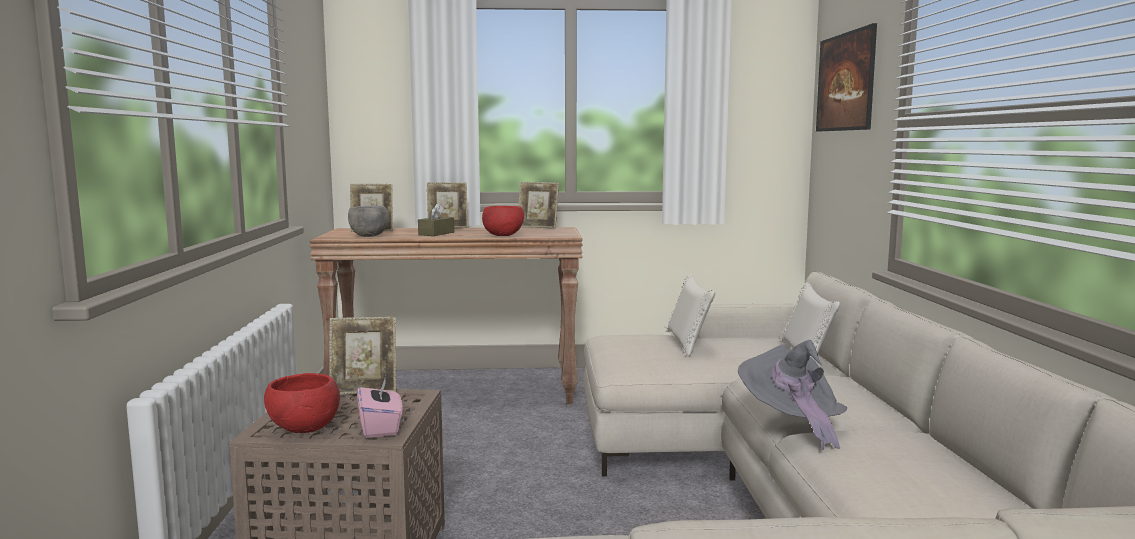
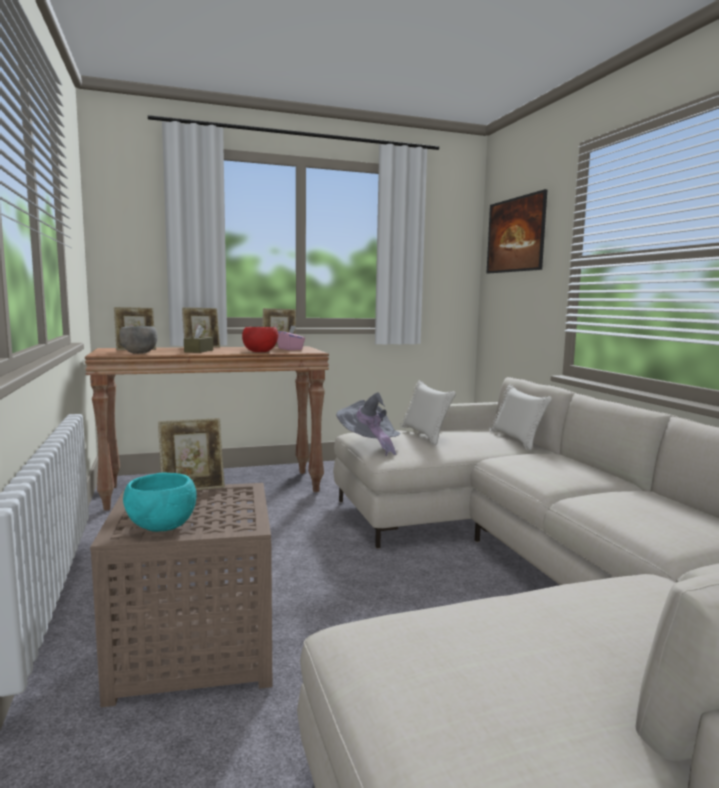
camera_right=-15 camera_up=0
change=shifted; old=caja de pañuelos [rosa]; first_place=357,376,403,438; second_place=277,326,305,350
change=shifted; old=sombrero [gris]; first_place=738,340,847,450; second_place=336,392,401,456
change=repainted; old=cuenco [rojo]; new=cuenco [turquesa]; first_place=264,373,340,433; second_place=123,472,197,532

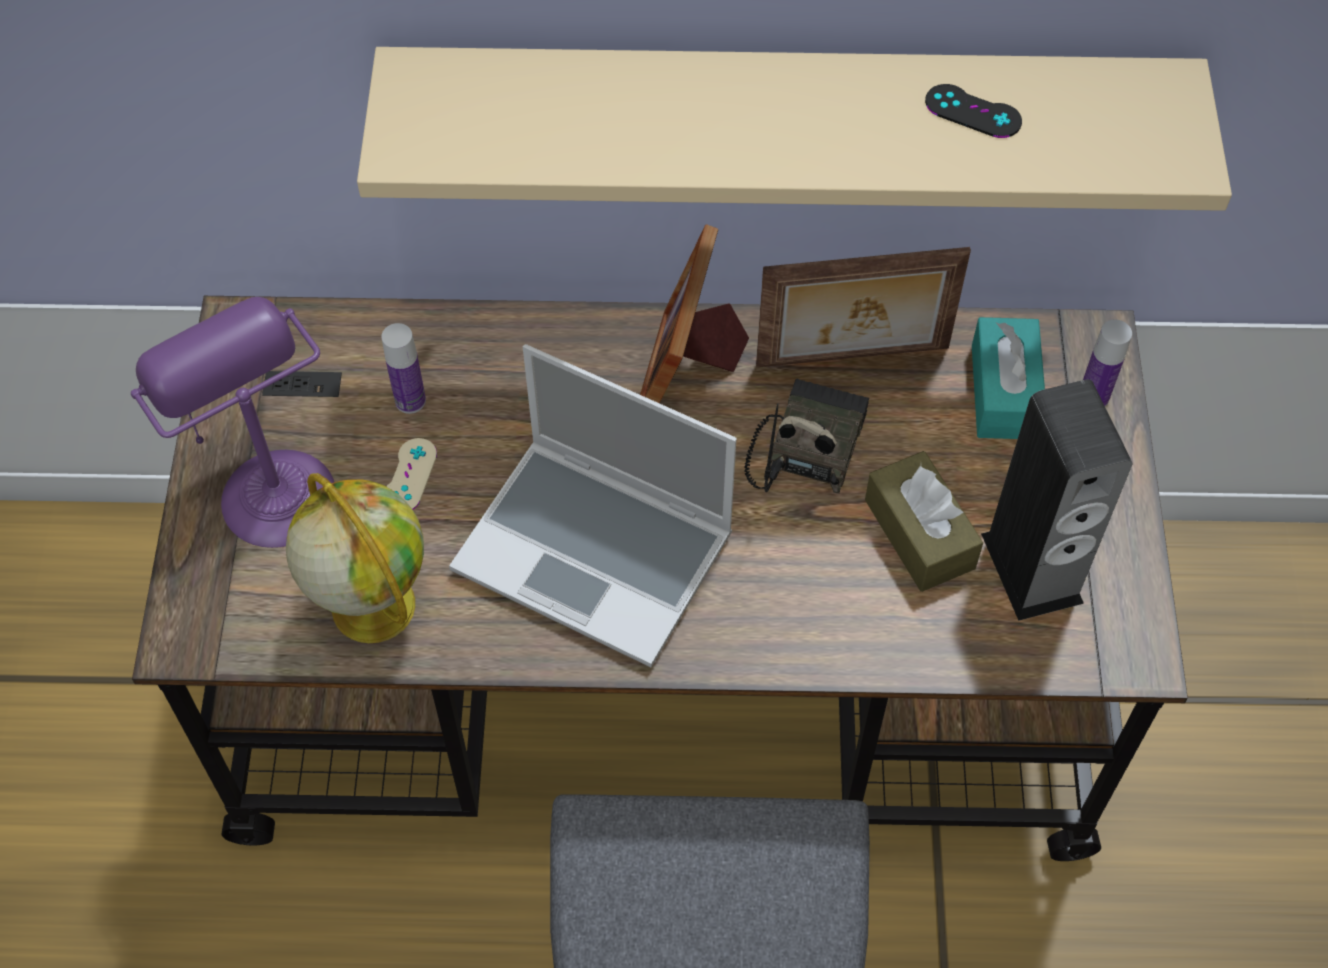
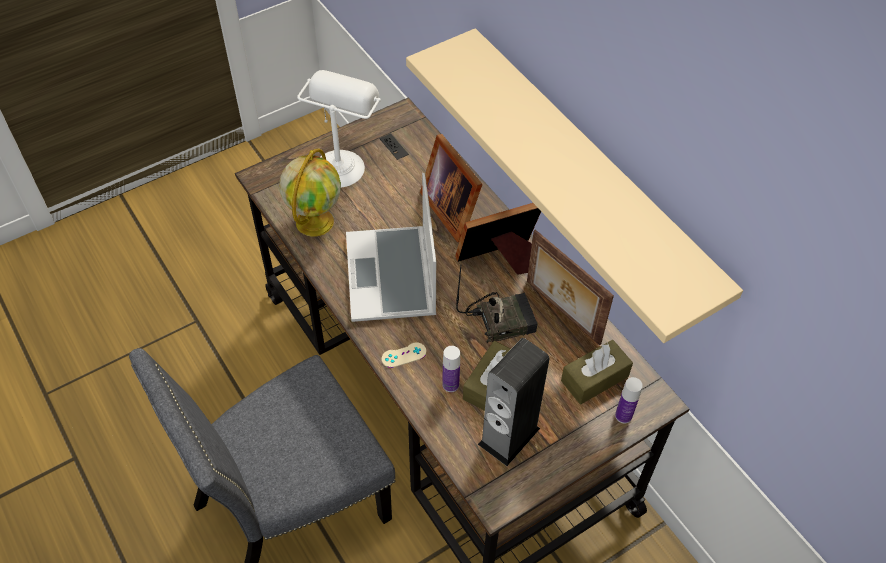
camera_right=55 camera_up=-5
change=gone; old=mando de consola [negro]; first_place=925,84,1022,138
change=new; new=portarretratos; second_place=420,134,483,243
change=shifted; old=botella; first_place=381,323,426,414; second_place=442,346,460,392
change=shifted; old=mando de consola [beis]; first_place=386,438,437,509; second_place=382,342,426,368
change=repainted; old=lámpara de mesa [morado]; new=lámpara de mesa [blanco]; first_place=131,297,334,548; second_place=297,70,381,187
change=repainted; old=caja de pañuelos [turquesa]; new=caja de pañuelos [marrón]; first_place=972,317,1045,439; second_place=561,340,633,404

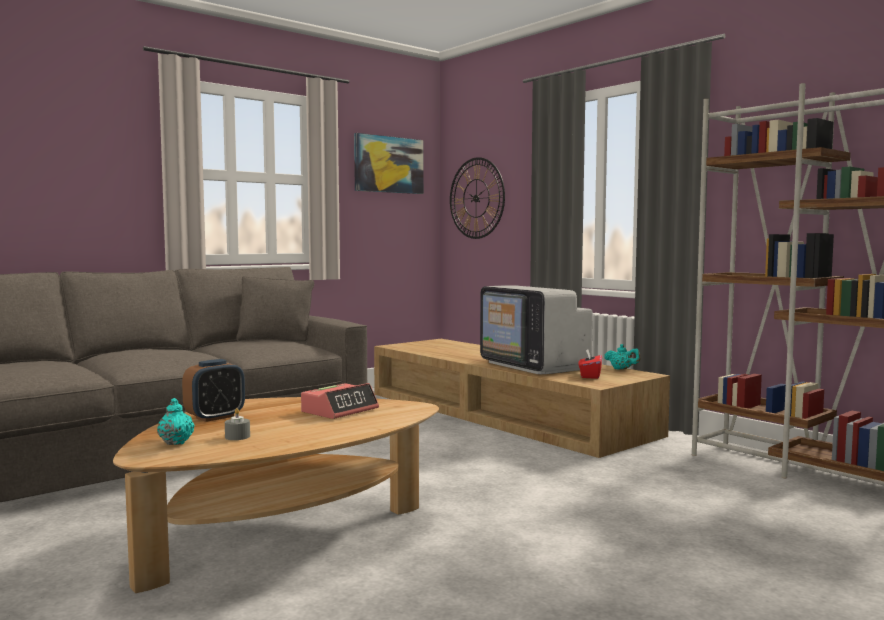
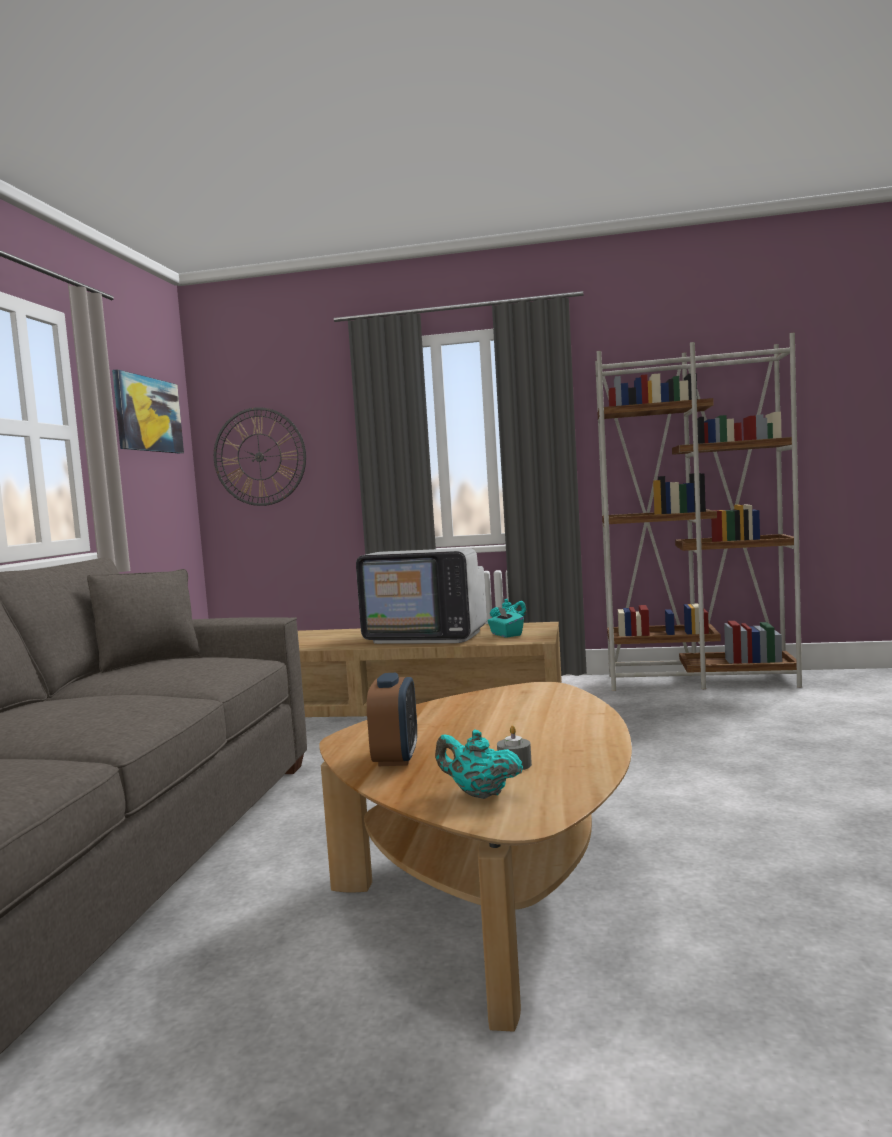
camera_right=-40 camera_up=0
change=gone; old=despertador; first_place=301,383,379,419
change=repainted; old=caja de pañuelos [rojo]; new=caja de pañuelos [turquesa]; first_place=579,349,602,379; second_place=487,607,524,638

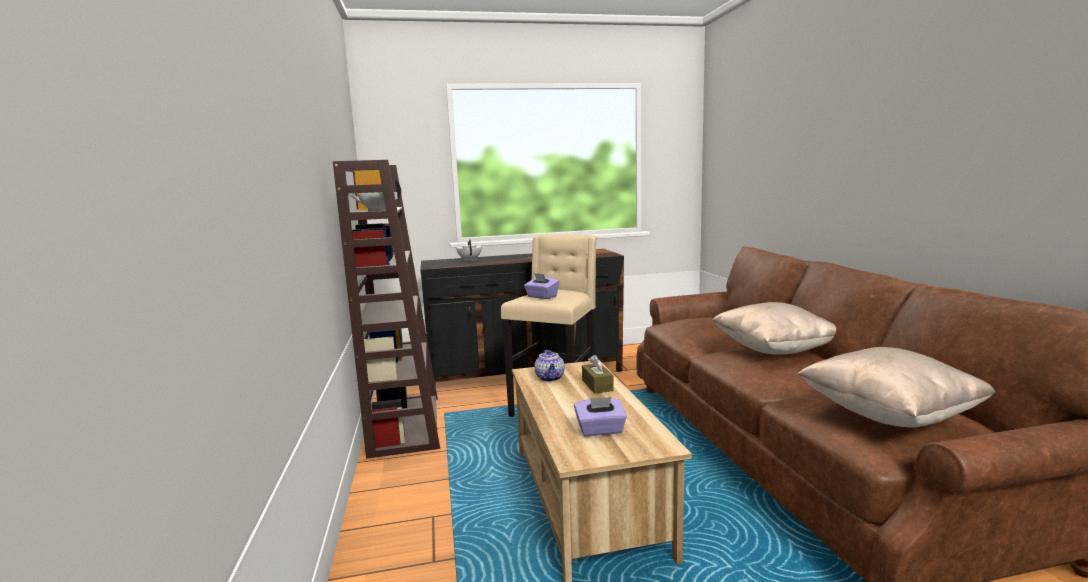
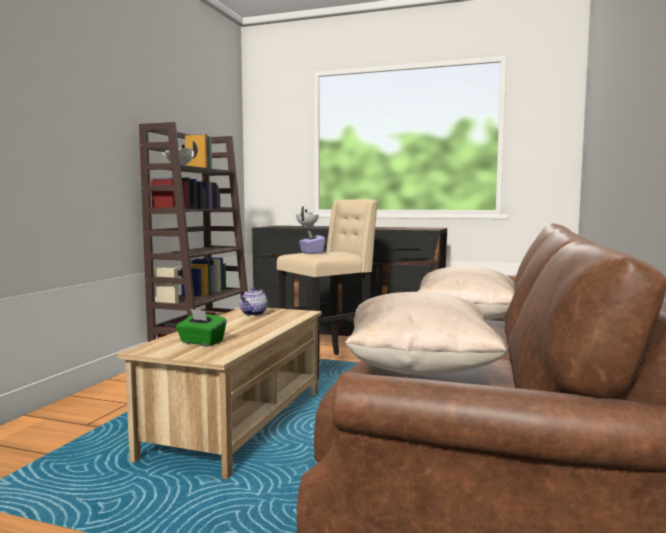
camera_right=30 camera_up=-5
change=gone; old=caja de pañuelos [marrón]; first_place=582,355,614,394
change=repainted; old=caja de pañuelos [morado]; new=caja de pañuelos [verde]; first_place=574,397,627,436; second_place=176,309,227,346

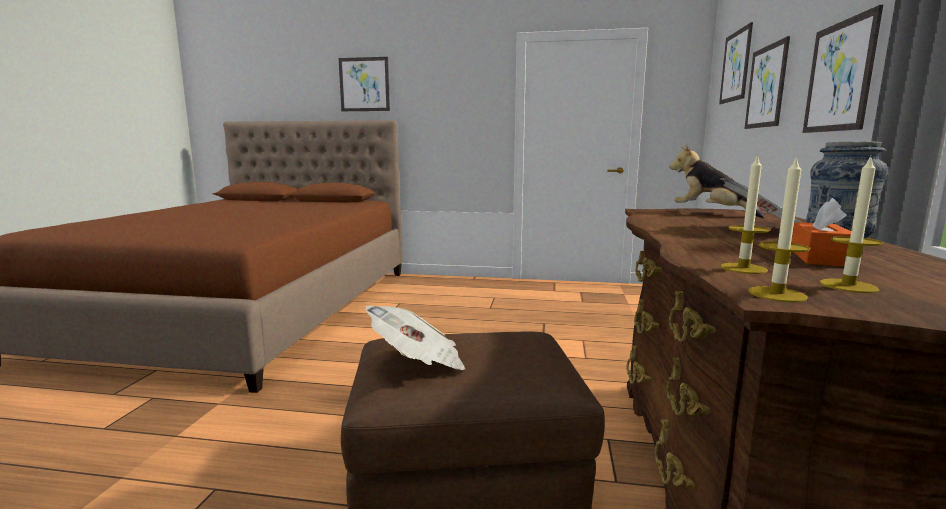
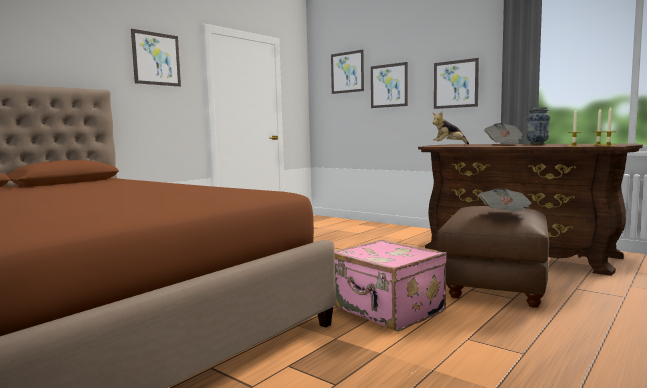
camera_right=-60 camera_up=-5
change=gone; old=caja de pañuelos [naranja]; first_place=792,198,851,267
change=new; new=maleta [rosa]; second_place=334,239,447,331
change=shifted; old=cuadro; first_place=338,57,390,111; second_place=131,29,181,86

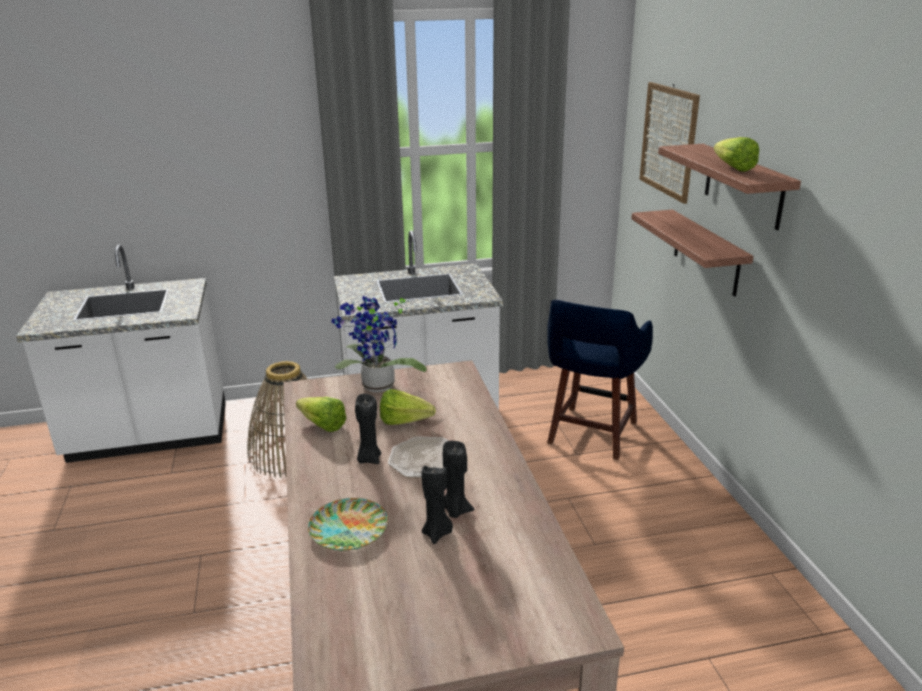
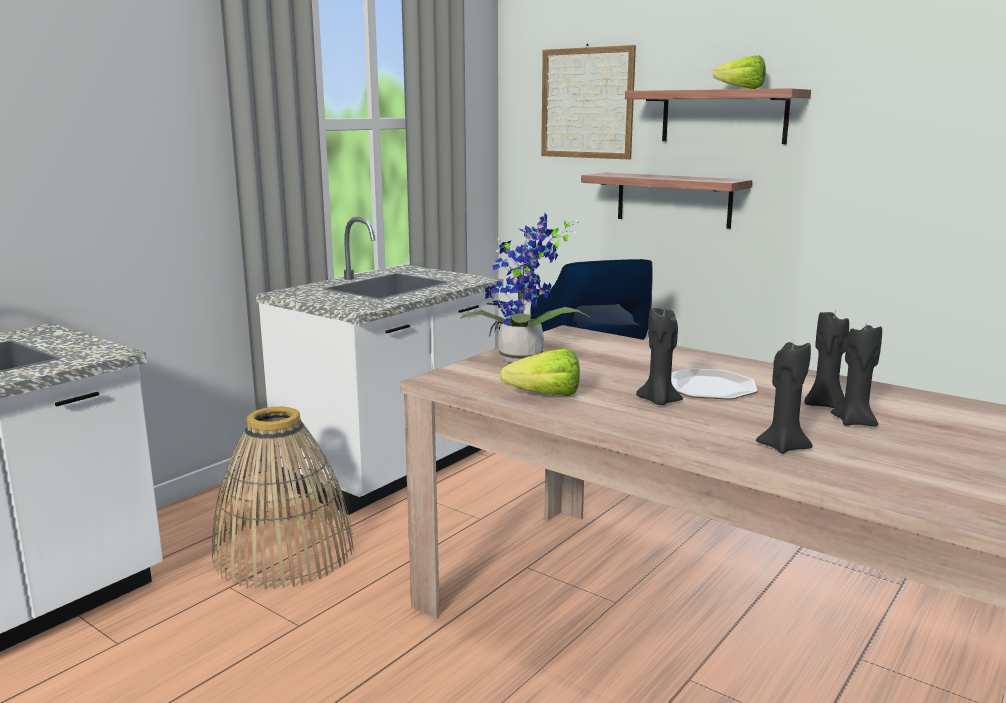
camera_right=-40 camera_up=-10
change=gone; old=lechuga; first_place=380,389,436,425
change=swapped; old=plato; new=vela [negro]; first_place=308,498,388,551; second_place=756,339,812,454

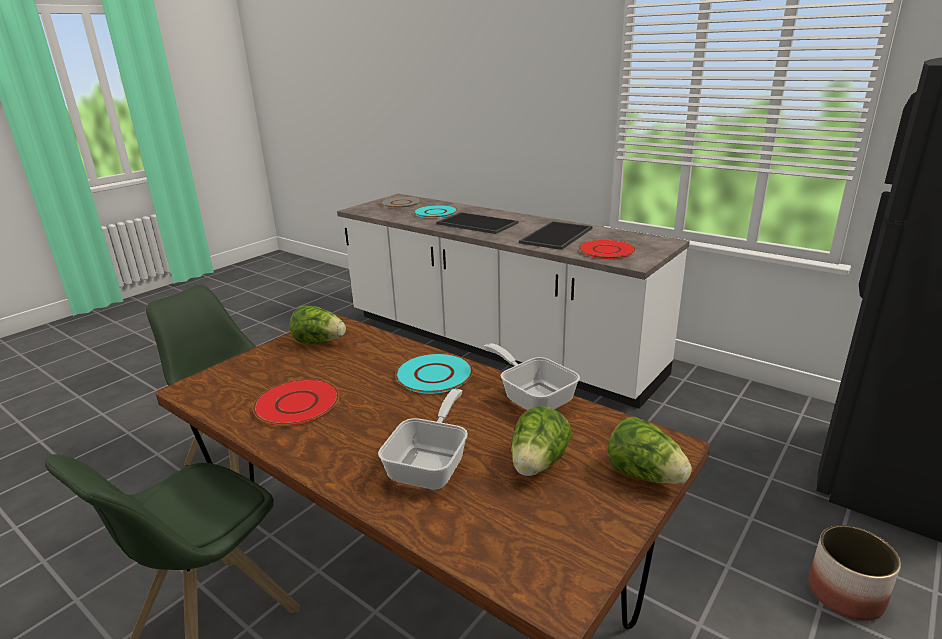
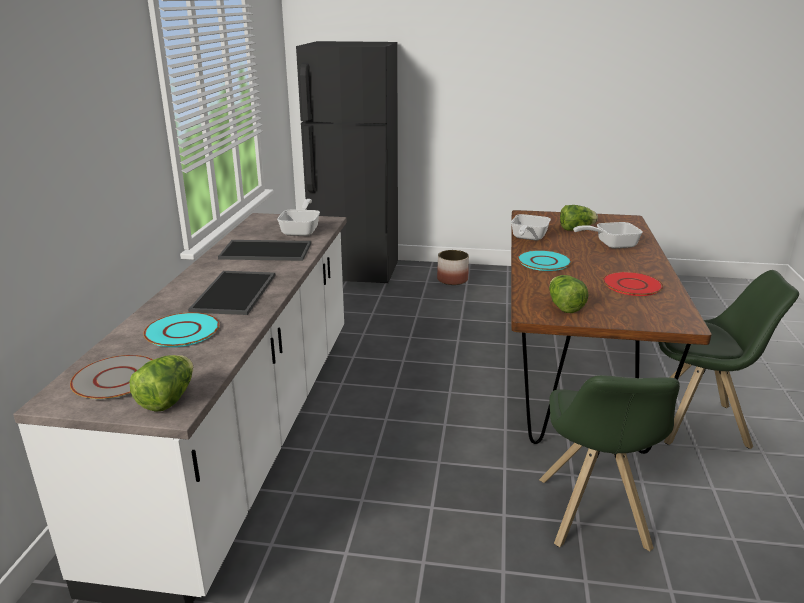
camera_right=-120 camera_up=0
change=shifted; old=lechuga; first_place=607,416,692,484; second_place=129,355,193,412
change=swapped; old=plato [rojo]; new=sartén; first_place=579,240,636,259; second_place=277,199,320,236

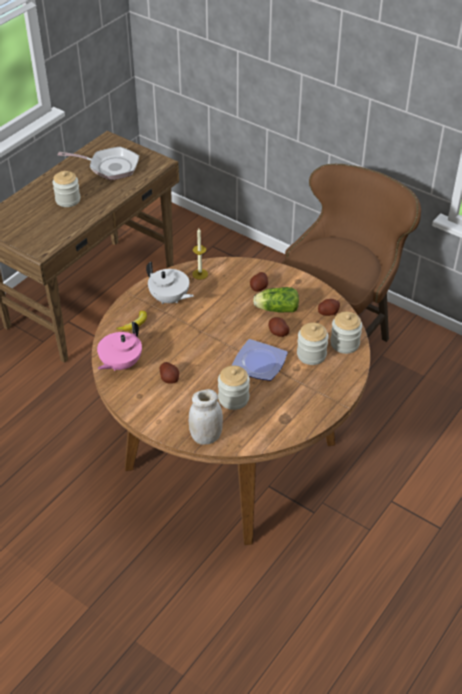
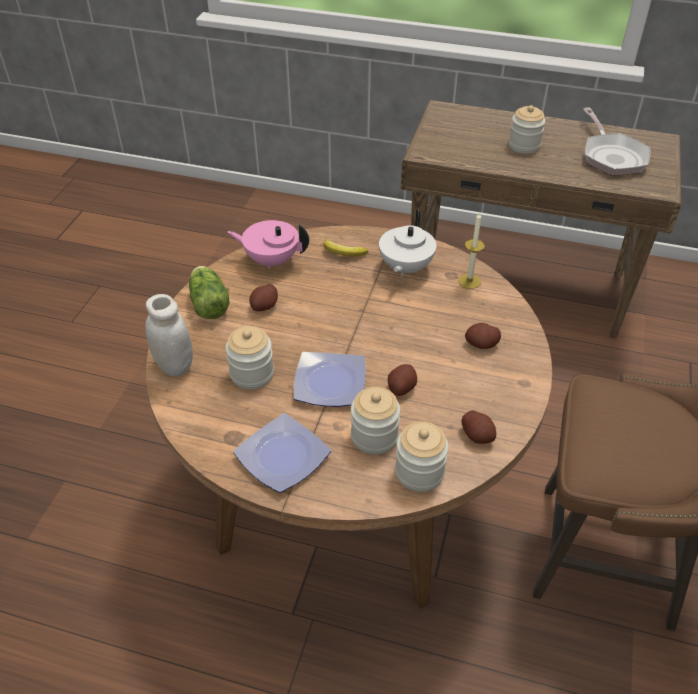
camera_right=70 camera_up=0
change=new; new=plato; second_place=233,413,331,493
change=shifted; old=lechuga; first_place=253,287,299,313; second_place=189,266,230,319

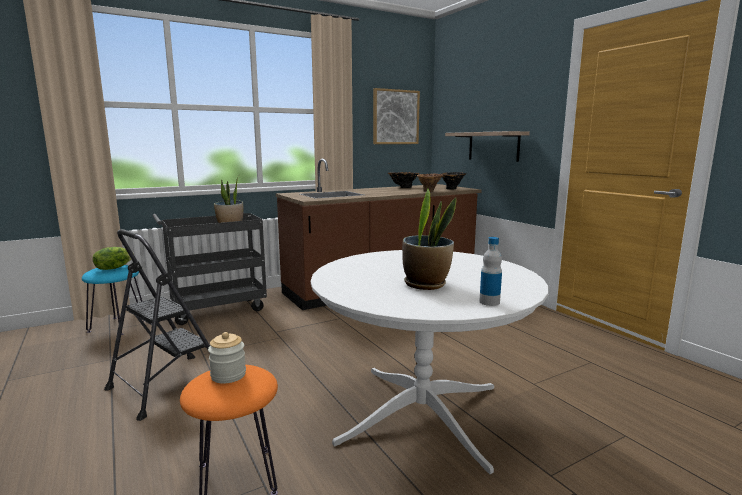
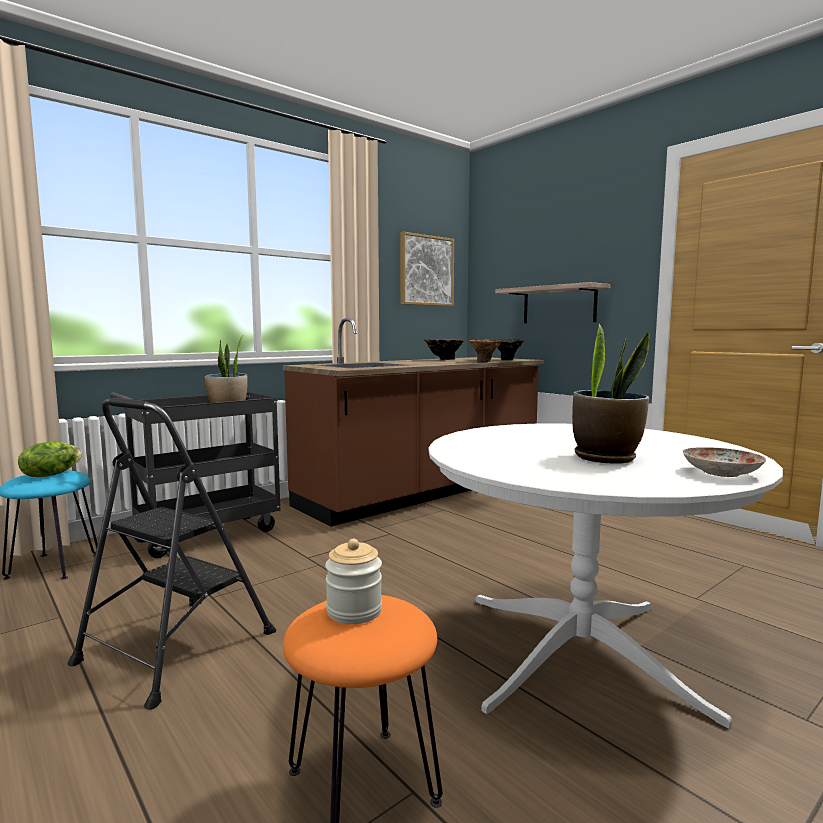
camera_right=-10 camera_up=-5
change=swapped; old=botella; new=plato; first_place=479,237,502,306; second_place=682,447,766,477

